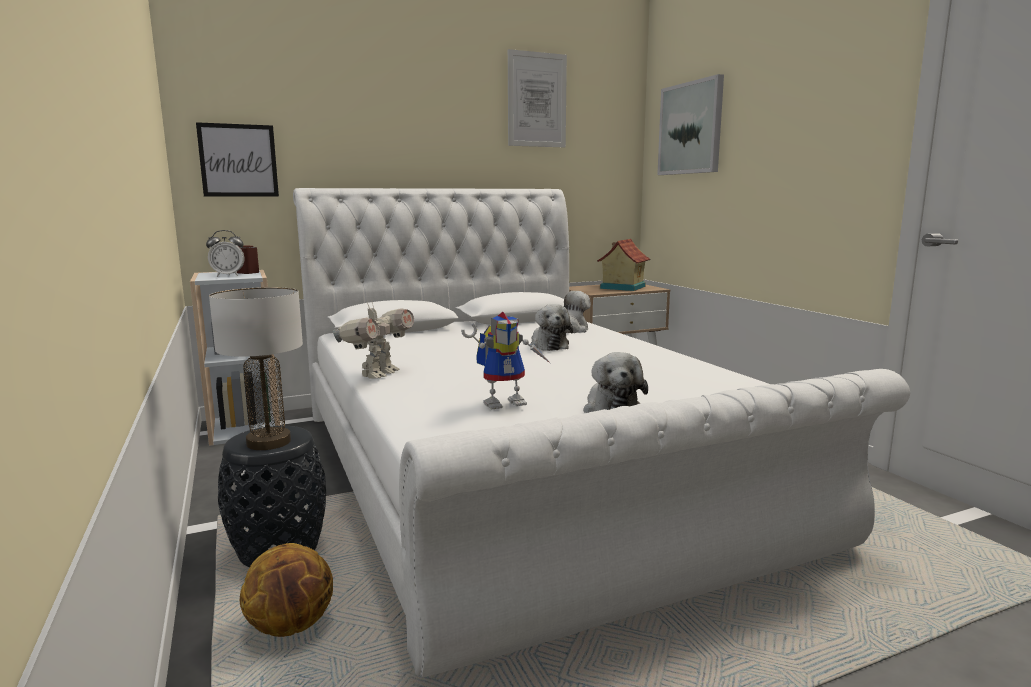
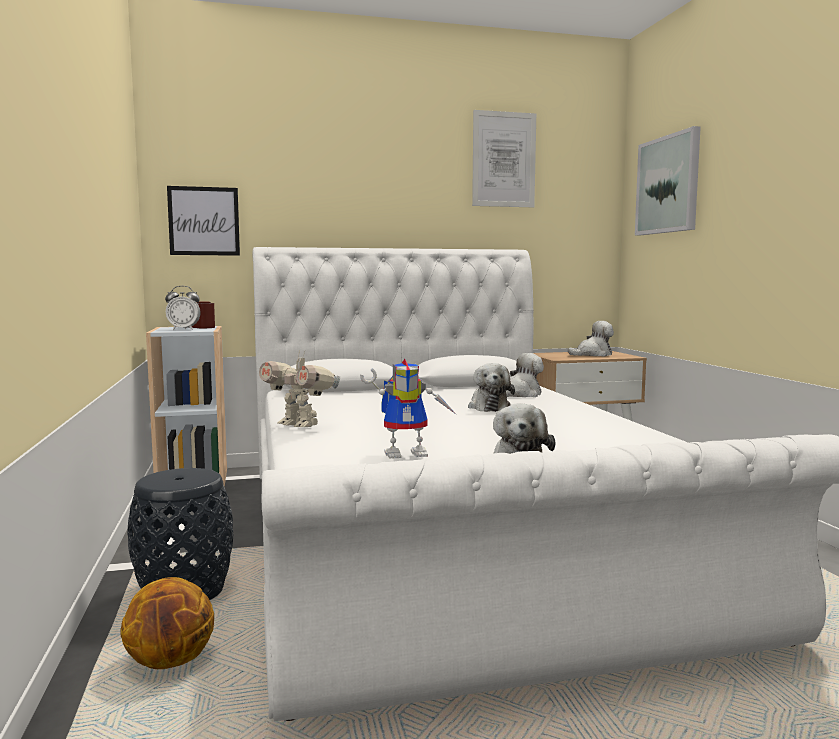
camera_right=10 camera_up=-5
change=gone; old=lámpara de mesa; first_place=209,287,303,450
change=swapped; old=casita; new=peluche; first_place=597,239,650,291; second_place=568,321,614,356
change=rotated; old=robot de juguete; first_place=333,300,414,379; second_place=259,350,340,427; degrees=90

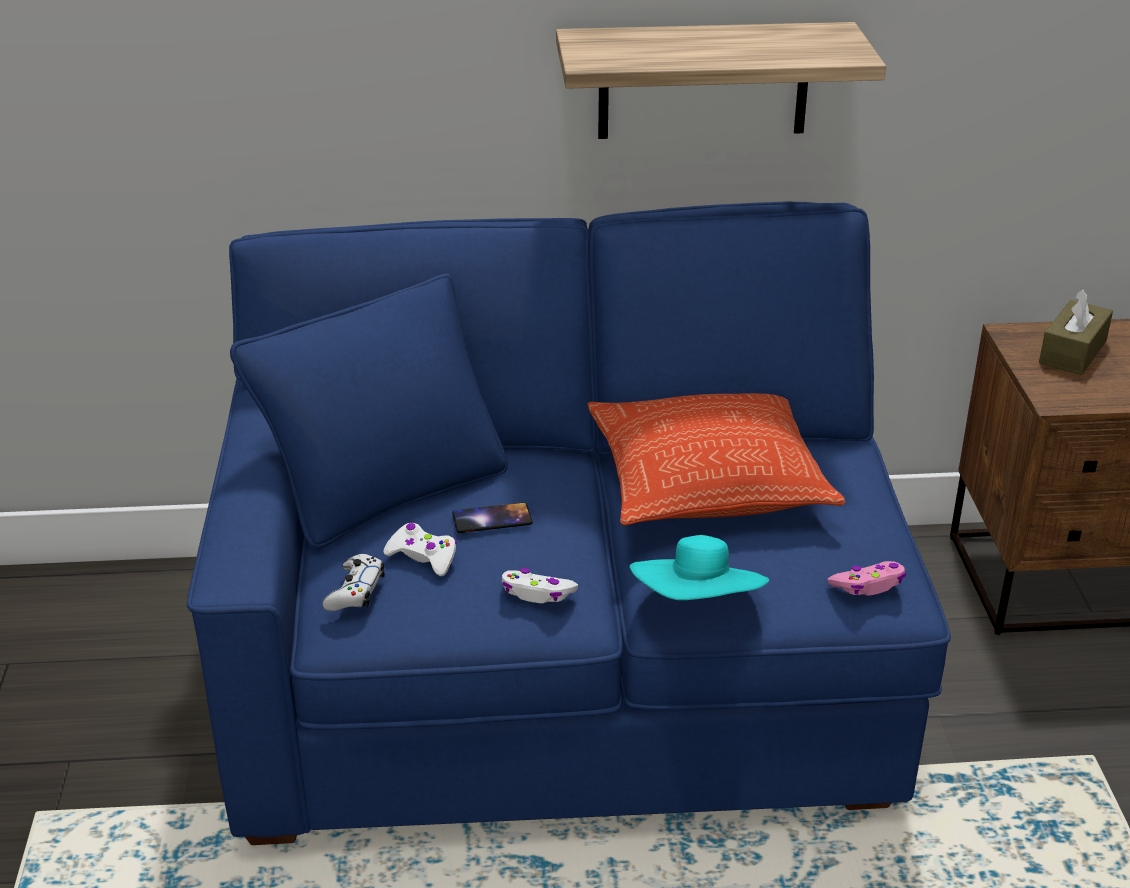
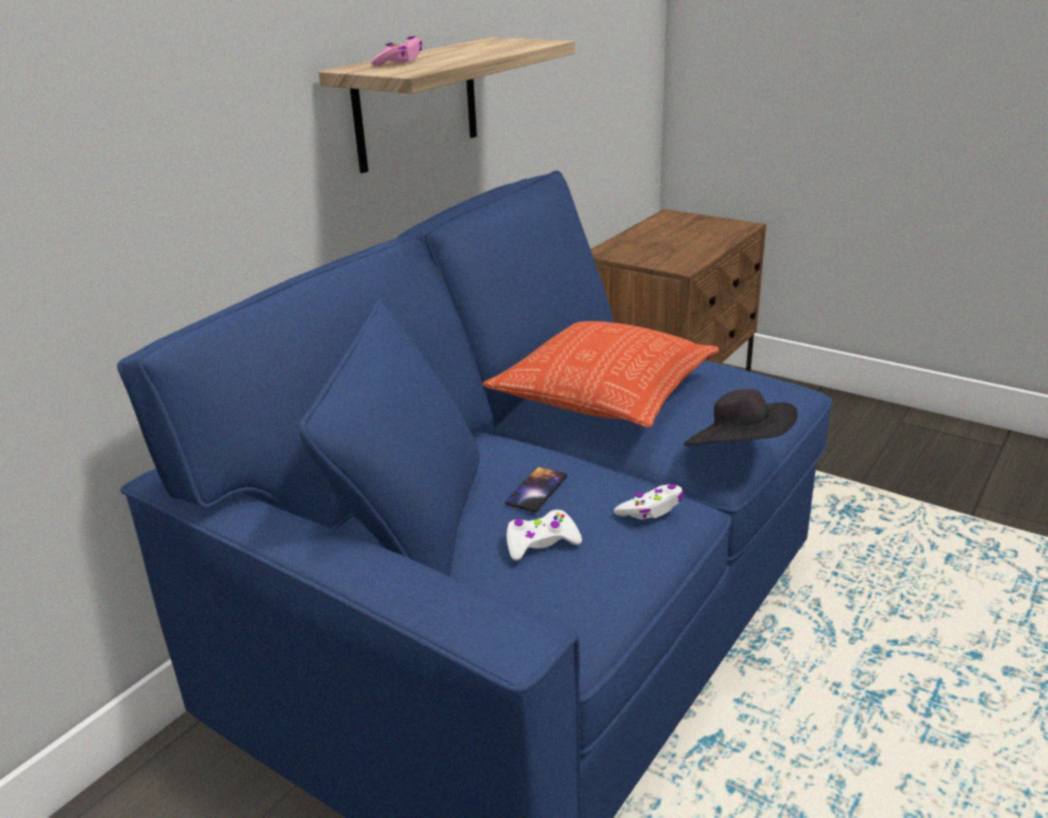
camera_right=-50 camera_up=-5
change=gone; old=mando de consola [blanco]; first_place=323,554,385,611
change=gone; old=caja de pañuelos [marrón]; first_place=1039,288,1113,375
change=shifted; old=mando de consola [rosa]; first_place=827,561,906,596; second_place=371,36,422,66
change=repainted; old=sombrero [turquesa]; new=sombrero [negro]; first_place=629,535,769,600; second_place=684,389,798,445

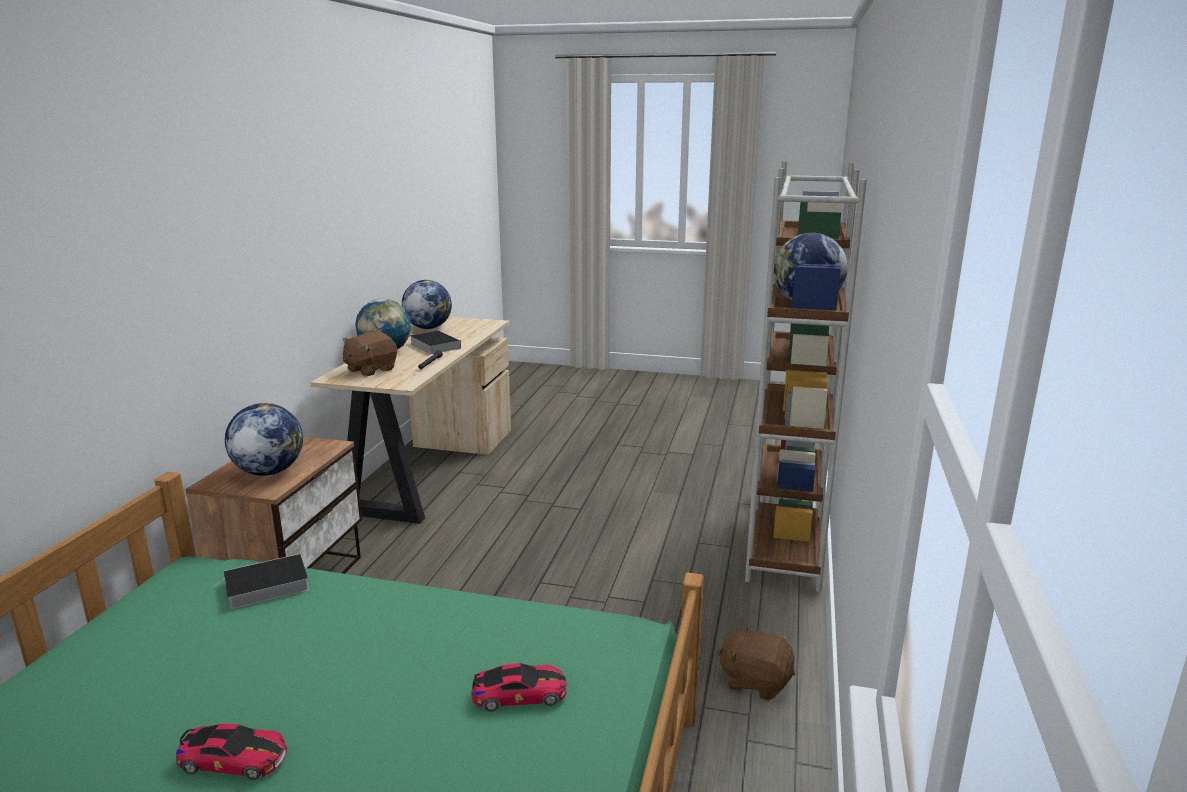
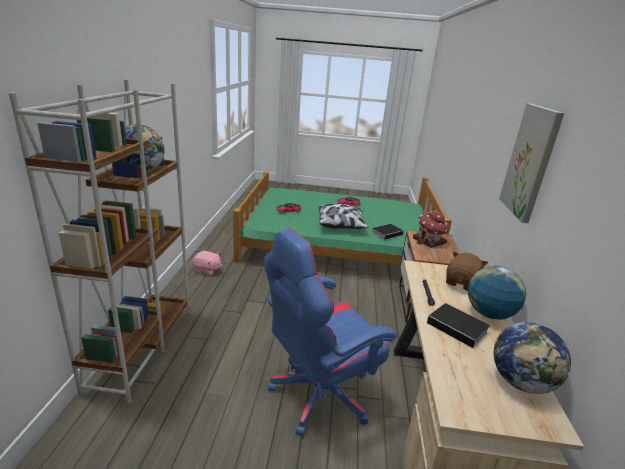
camera_right=170 camera_up=5
change=new; new=silla de oficina [azul]; second_place=263,228,397,436
change=new; new=cojín; second_place=319,204,368,229
change=new; new=cuadro; second_place=499,103,564,223
change=swapped; old=globo terráqueo; new=casita; first_place=225,403,303,476; second_place=413,210,449,248
change=repainted; old=peluche [marrón]; new=peluche [rosa]; first_place=717,624,795,700; second_place=193,251,222,276

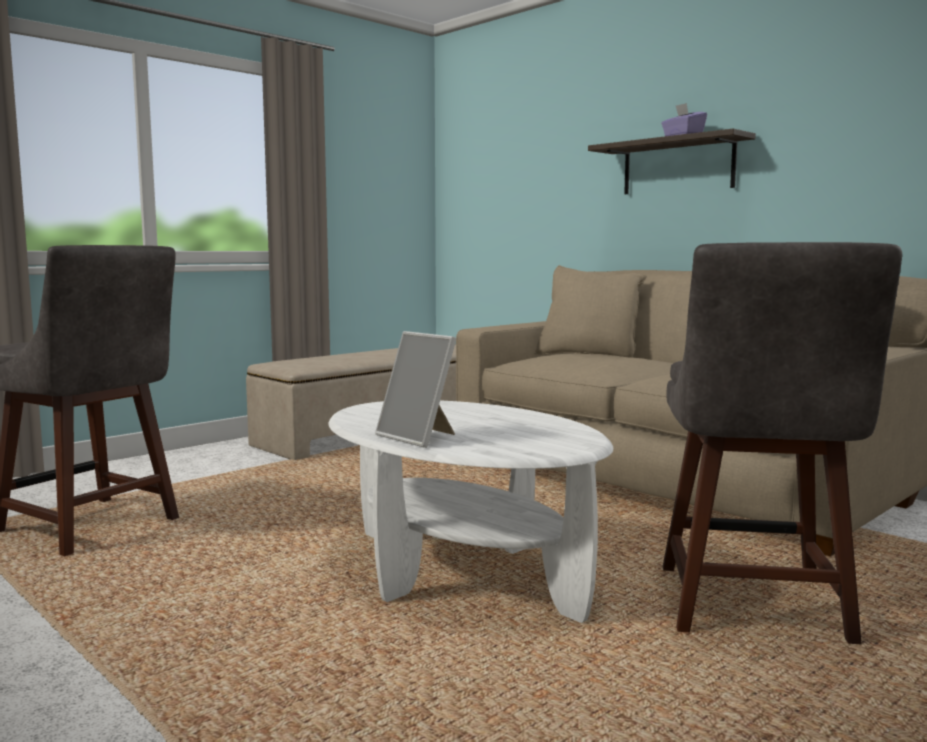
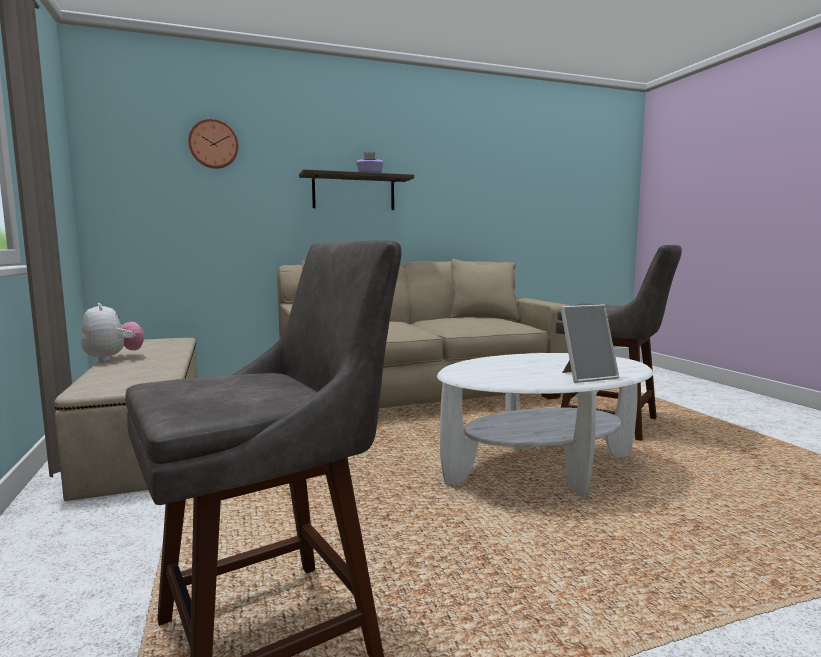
camera_right=-65 camera_up=0
change=new; new=peluche; second_place=81,303,144,362
change=new; new=reloj de pared; second_place=188,119,239,169

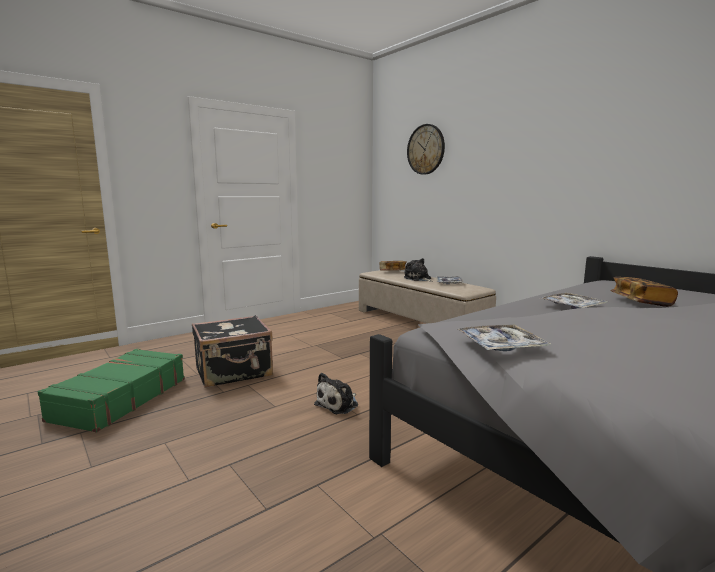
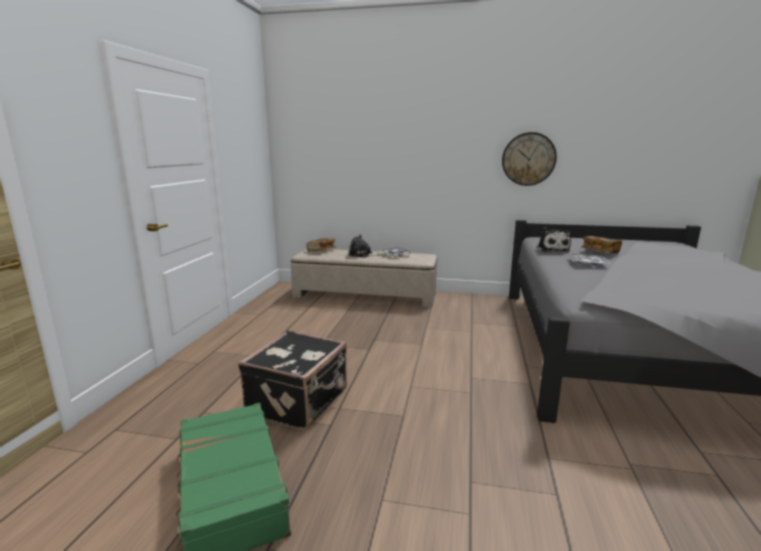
camera_right=-40 camera_up=5
change=gone; old=bandeja; first_place=458,324,551,351
change=shifted; old=peluche; first_place=314,373,358,414; second_place=537,228,572,252
change=shifted; old=reloj de pared; first_place=407,124,445,175; second_place=502,132,557,186

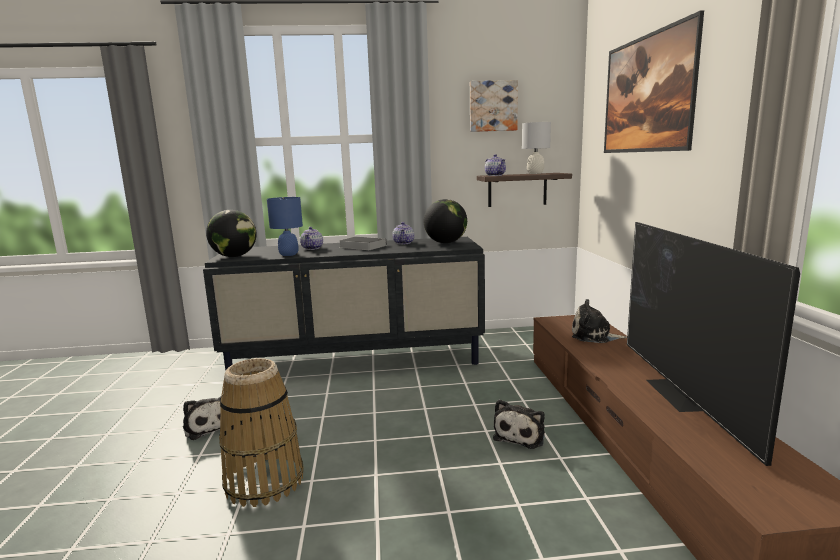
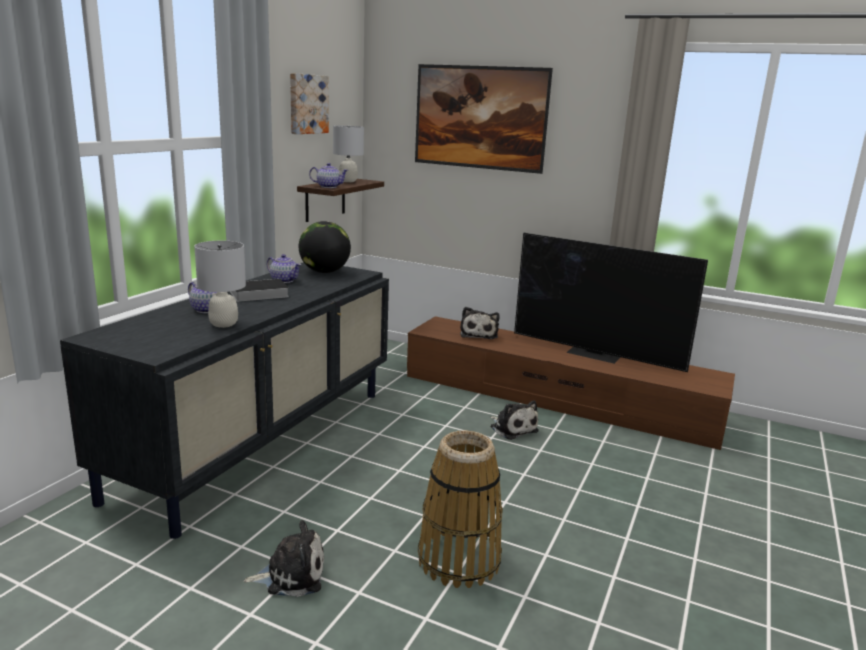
camera_right=-60 camera_up=5
change=gone; old=globo terráqueo; first_place=206,210,257,257
change=repainted; old=lámpara de mesa [azul]; new=lámpara de mesa [gris]; first_place=267,197,303,256; second_place=194,241,246,328
change=rotated; old=peluche; first_place=572,299,627,343; second_place=460,307,500,339; degrees=-45

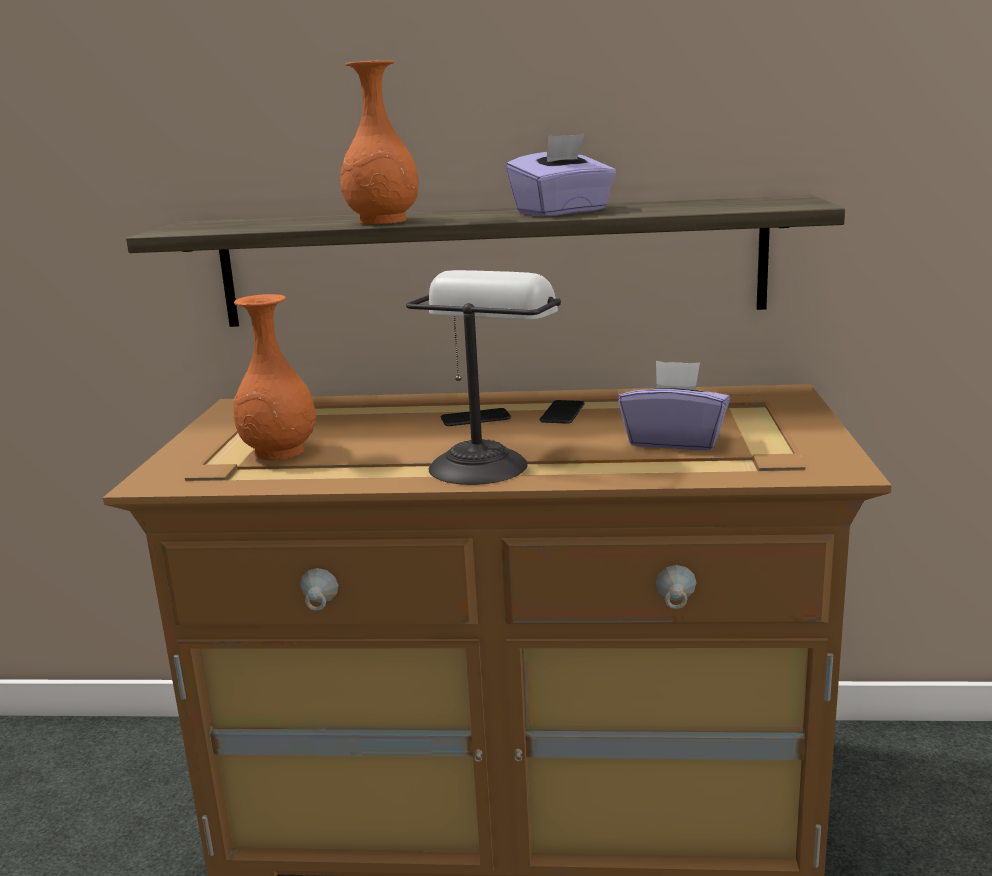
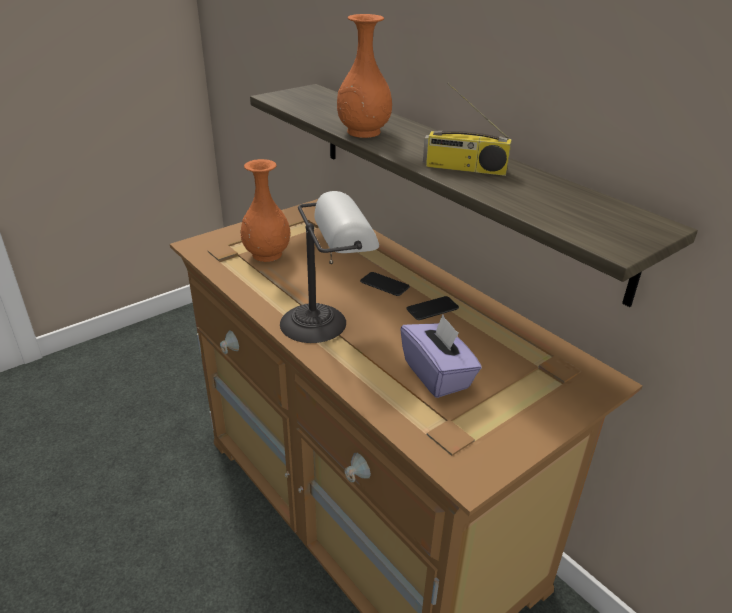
camera_right=45 camera_up=15
change=swapped; old=caja de pañuelos [morado]; new=radio; first_place=506,134,616,216; second_place=423,83,512,176

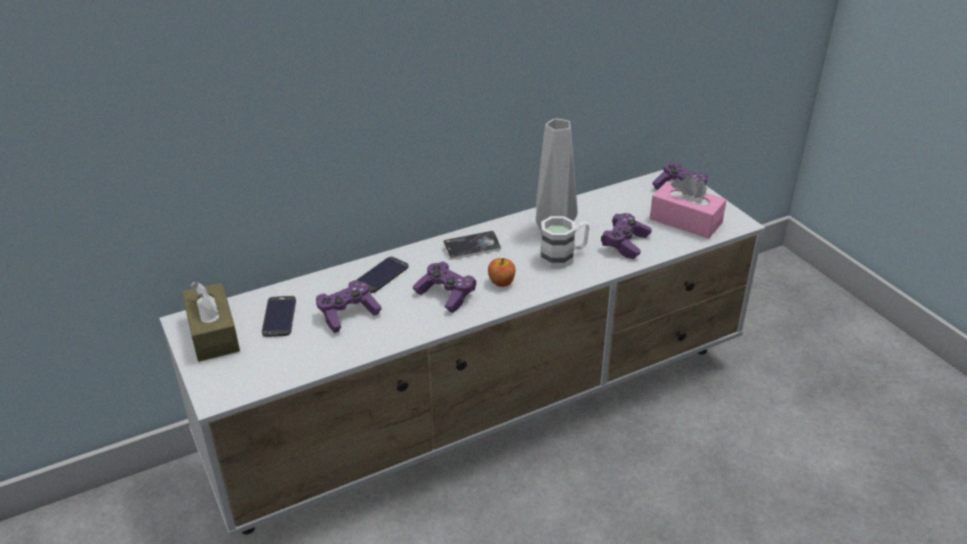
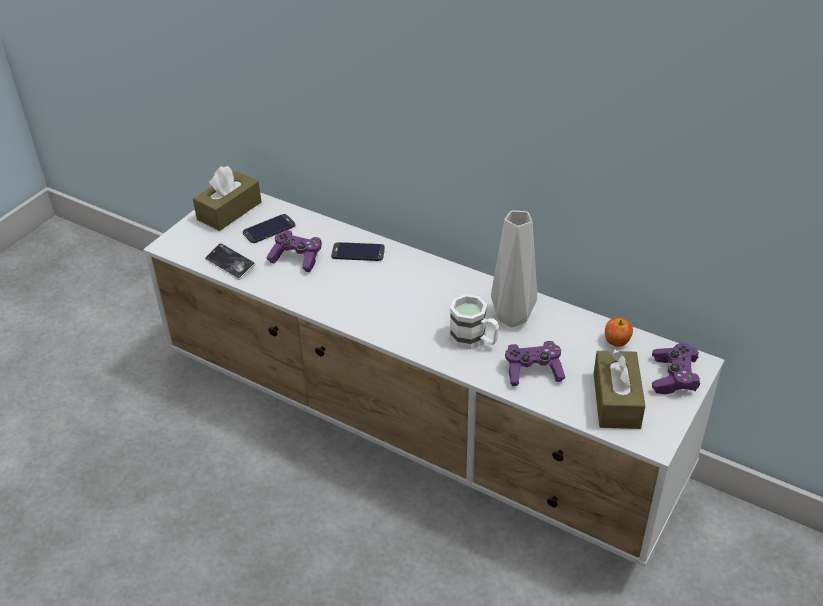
camera_right=60 camera_up=5
change=gone; old=mando de consola [morado]; first_place=413,262,476,313
change=shifted; old=móvil; first_place=443,231,501,260; second_place=205,243,255,280
change=shifted; old=manzana; first_place=488,258,515,287; second_place=605,317,633,347
change=repainted; old=caja de pañuelos [rosa]; new=caja de pañuelos [marrón]; first_place=650,174,727,239; second_place=593,349,645,429

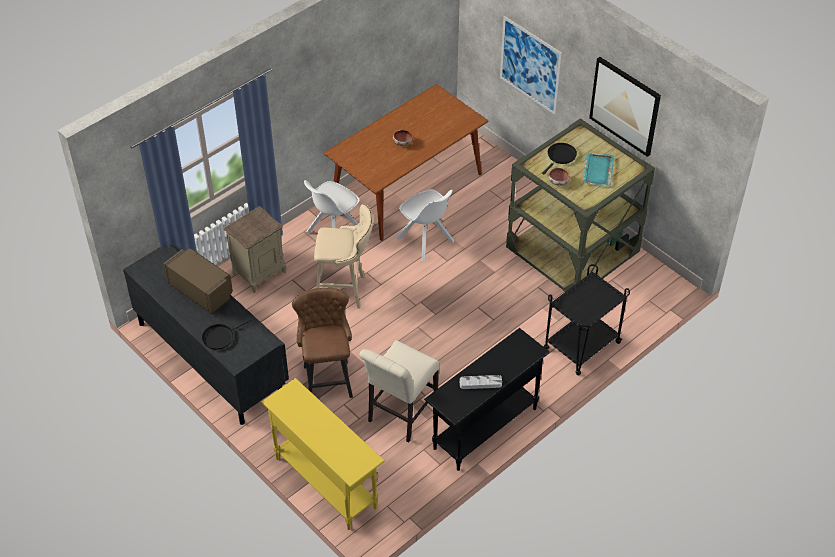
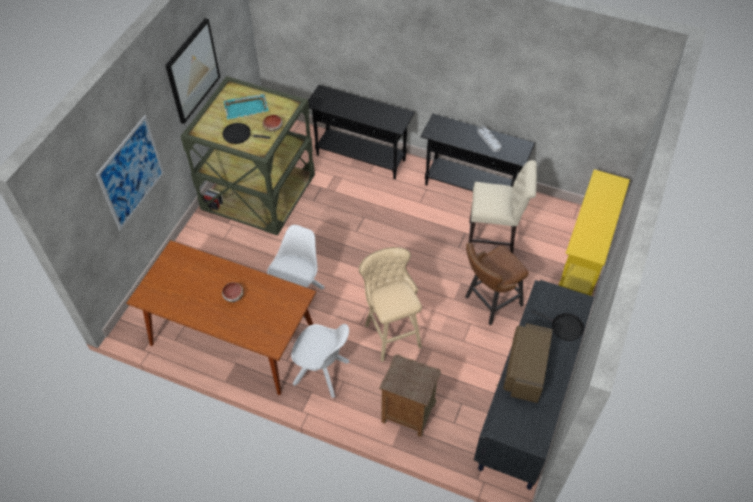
camera_right=-115 camera_up=5
change=swapped; old=carrito [negro]; new=mesa consola [negro]; first_place=544,264,630,376; second_place=308,85,415,179

